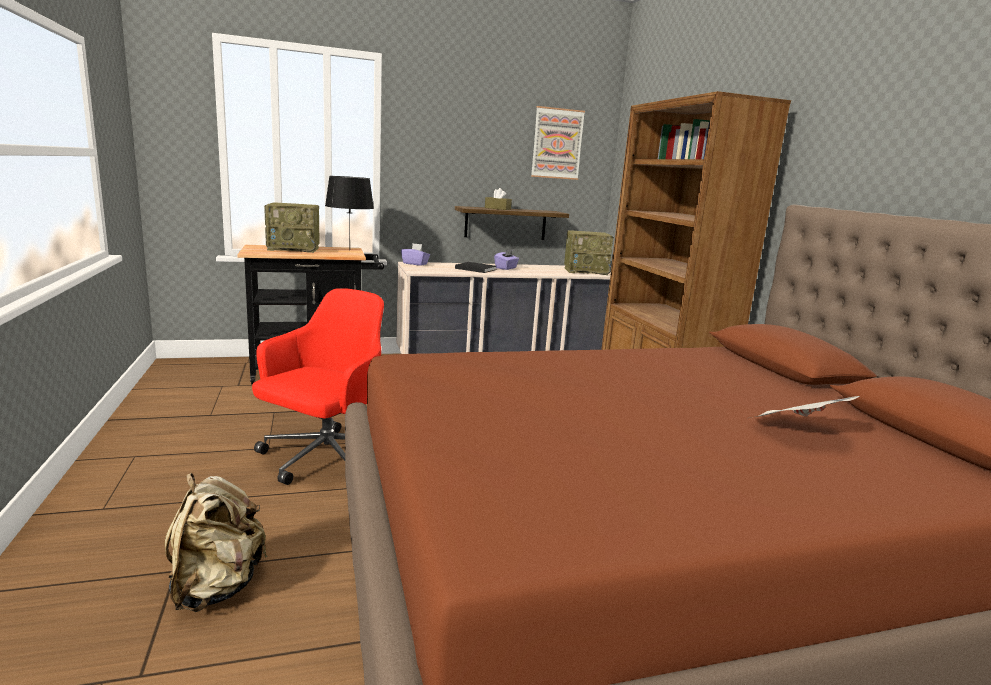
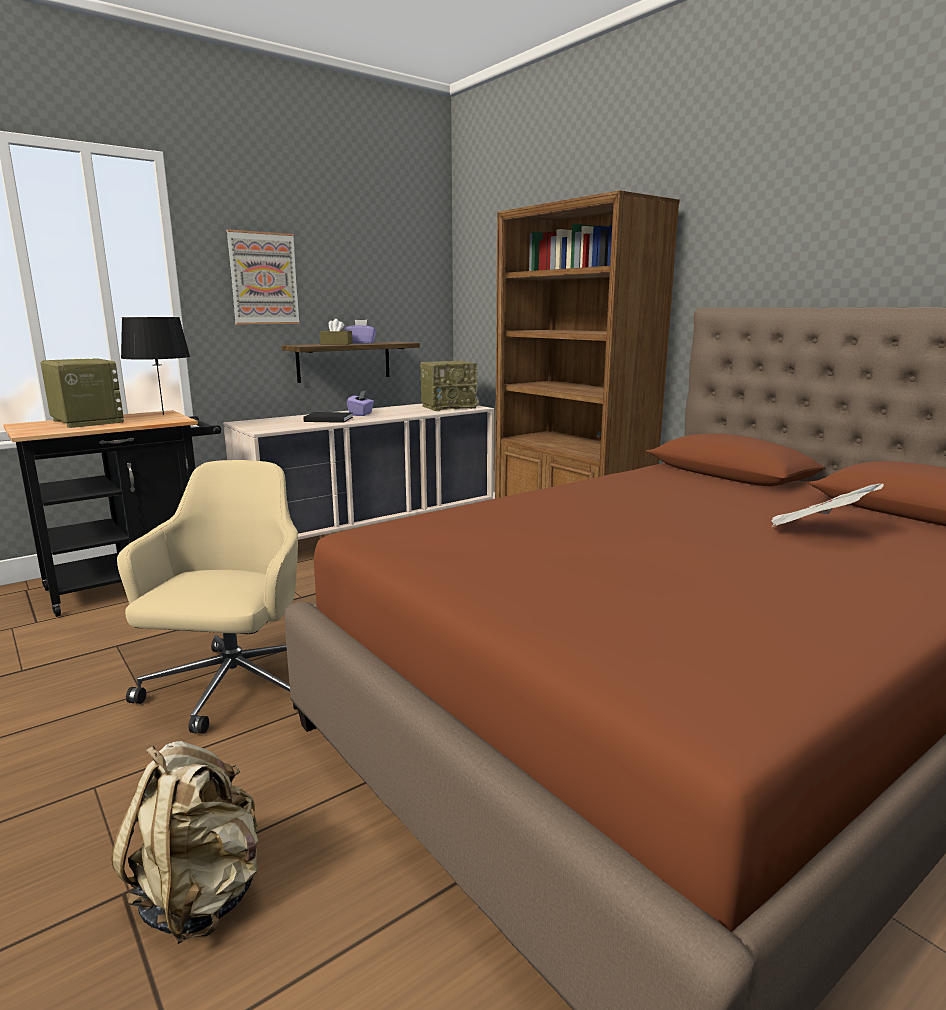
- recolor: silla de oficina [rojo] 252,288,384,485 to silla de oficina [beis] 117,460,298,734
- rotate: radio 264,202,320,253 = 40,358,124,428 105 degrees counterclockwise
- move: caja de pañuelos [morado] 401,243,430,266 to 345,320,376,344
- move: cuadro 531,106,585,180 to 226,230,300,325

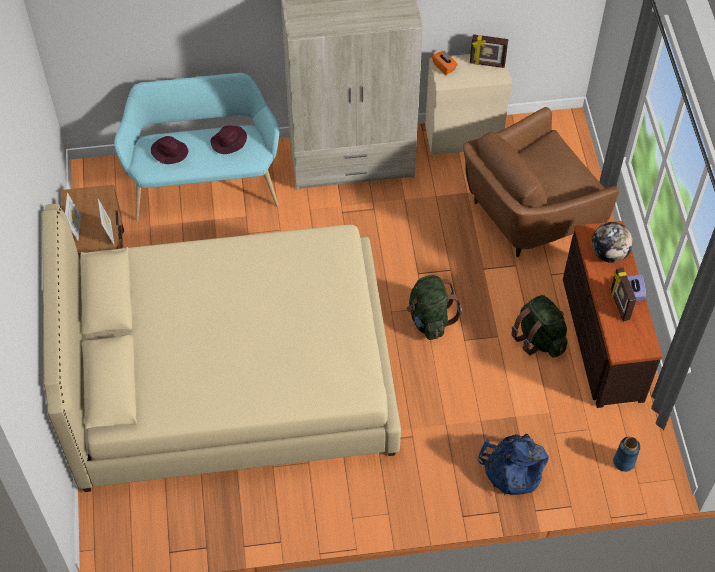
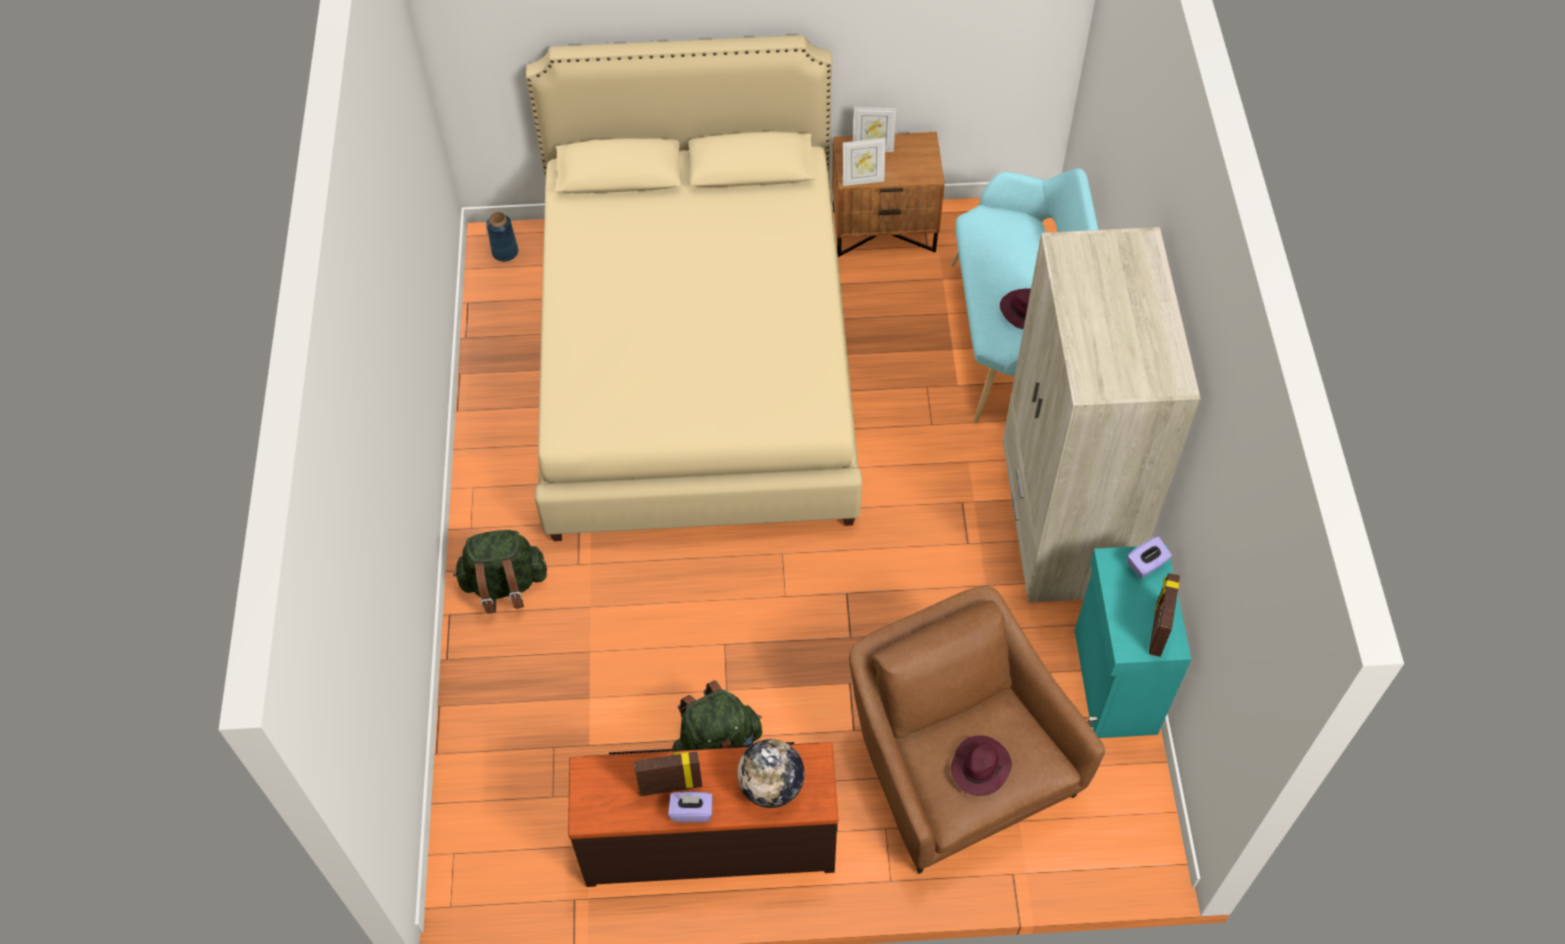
- move: sombrero [morado] 151,136,188,164 to 951,736,1012,796
- move: mochila [verde] 407,275,462,340 to 453,529,547,614
- recolor: armario [beis] 425,54,512,155 to armario [turquesa] 1075,545,1192,738
- recolor: caja de pañuelos [naranja] 432,50,458,75 to caja de pañuelos [morado] 1127,536,1172,578
- delete: mochila [azul] 478,434,549,495
- move: florero [azul] 613,437,640,472 to 486,212,518,262

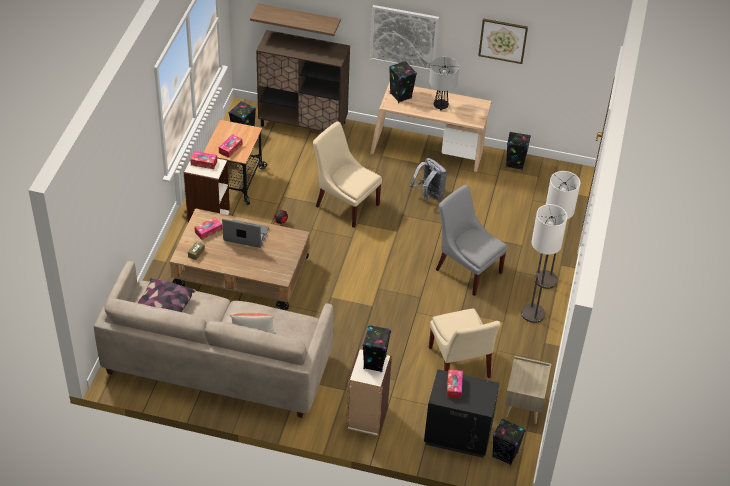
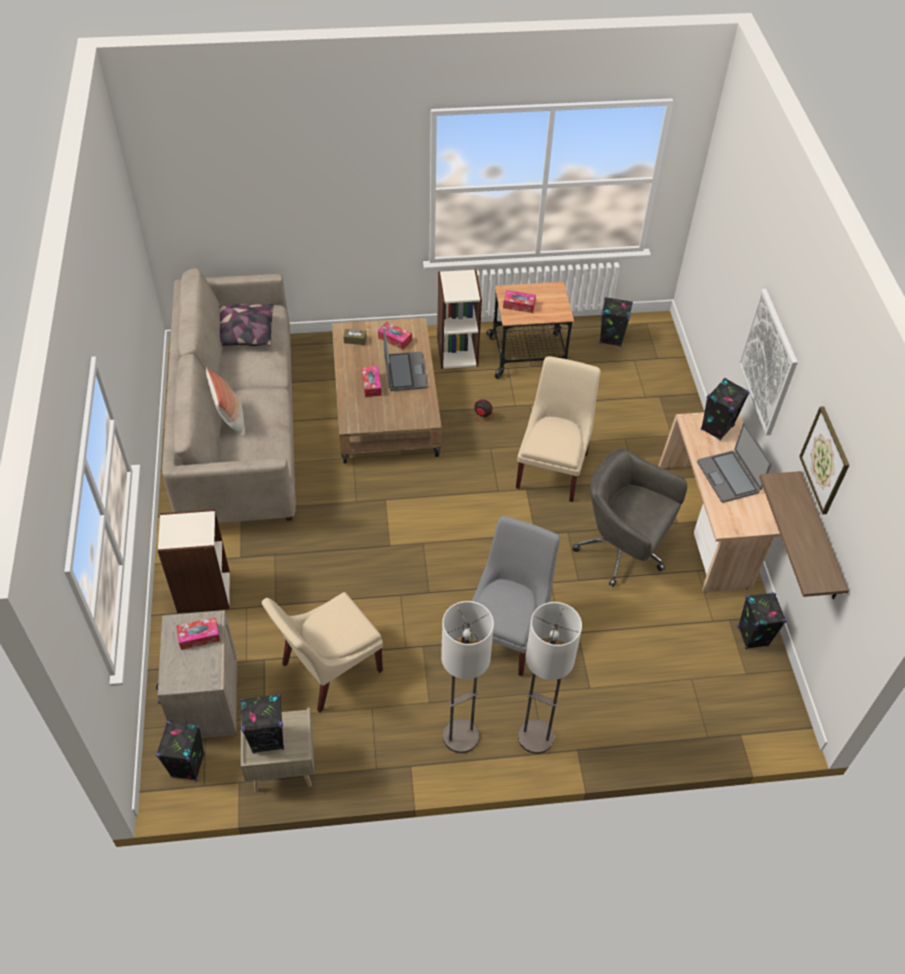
- move: caja de pañuelos 190,151,217,169 to 362,366,382,397
- move: estante 250,4,341,36 to 759,471,849,599
- delete: armario [marrón] 256,30,350,132
- move: altavoz [negro] 362,325,391,372 to 240,694,284,753
- replace: mochila [gris] 410,158,447,201 to silla de oficina [gris] 572,448,687,587
- recolor: mesita de noche [negro] 424,369,500,458 to mesita de noche [beis] 156,610,237,738
- replace: lámpara de mesa 429,57,459,110 to portátil 697,423,772,503

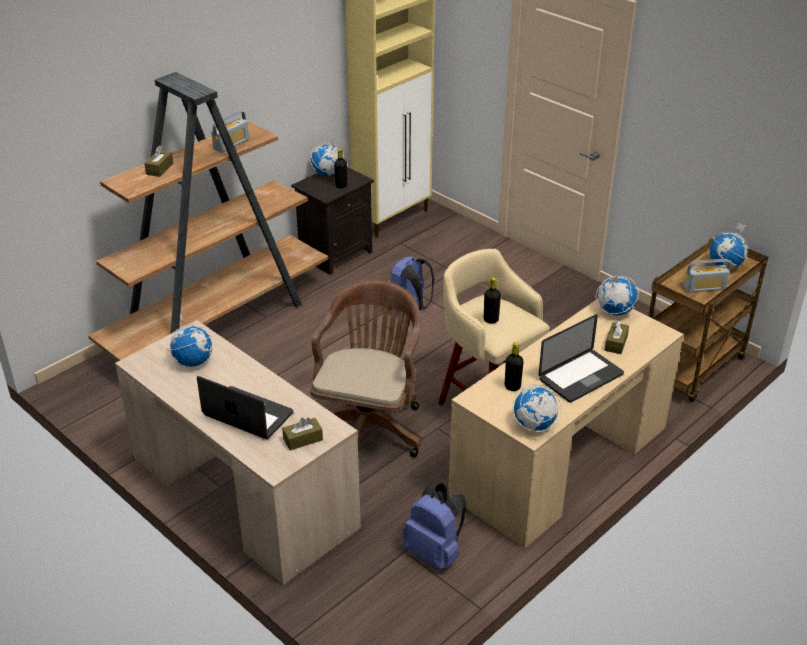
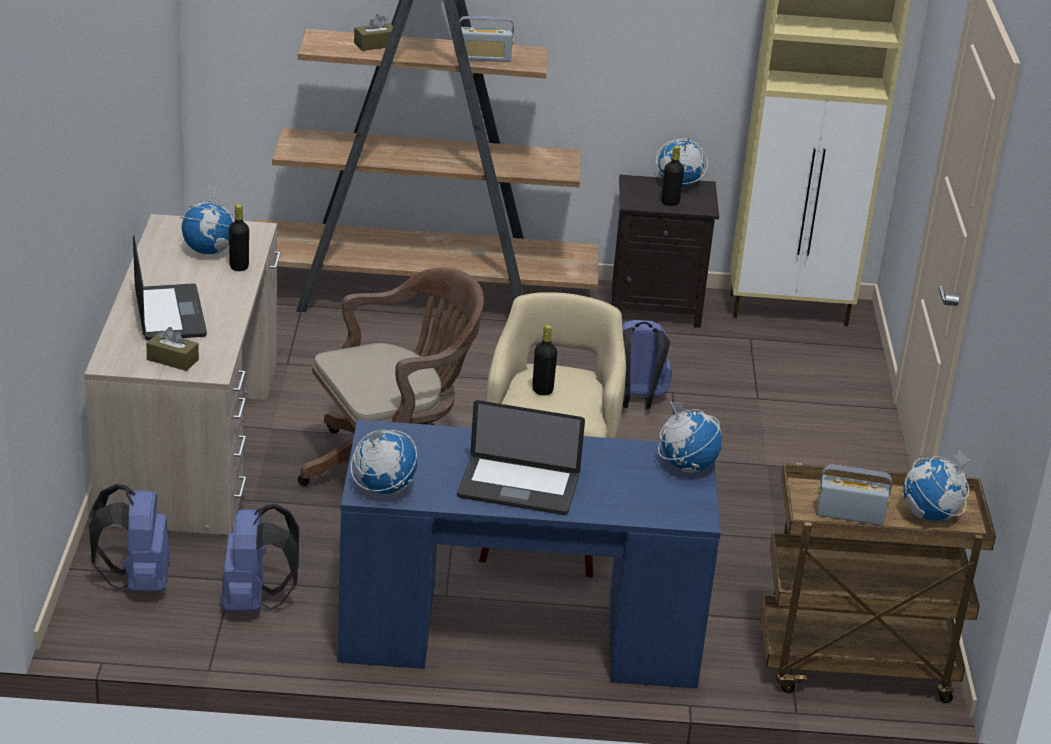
- recolor: escritorio [beis] 448,299,684,549 to escritorio [azul] 338,419,721,689
- move: botella [negro] 505,342,524,391 to 229,204,249,271
- delete: caja de pañuelos [marrón] 605,321,629,354
- rotate: radio 684,259,730,293 = 817,465,892,525 150 degrees clockwise
- insert: mochila [azul] 89,484,170,592

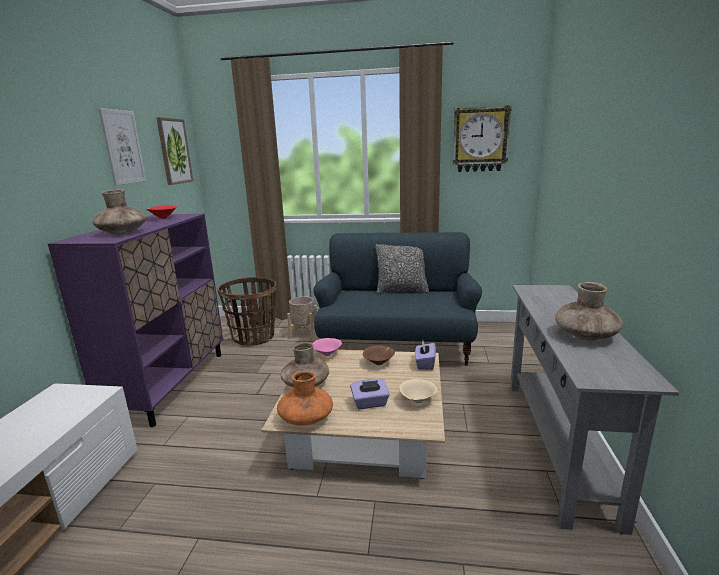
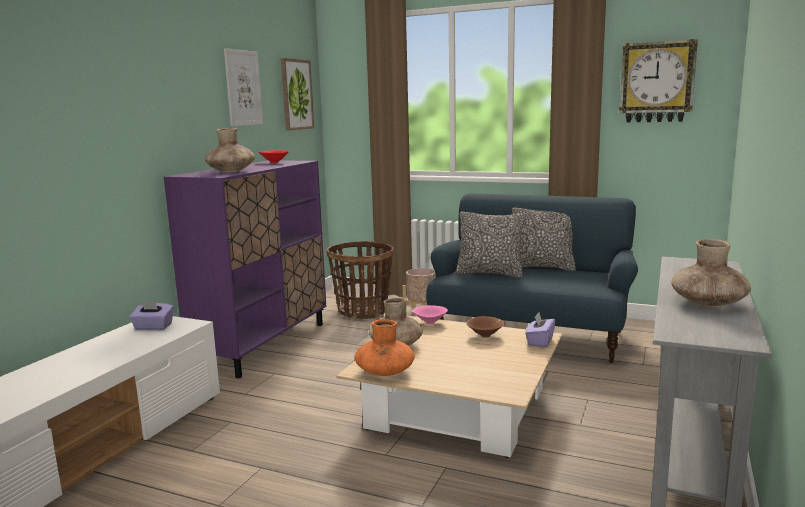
- move: caja de pañuelos [morado] 350,379,390,409 to 129,301,174,330
- delete: cuenco [beis] 399,379,437,403
- insert: cojín 455,211,526,278

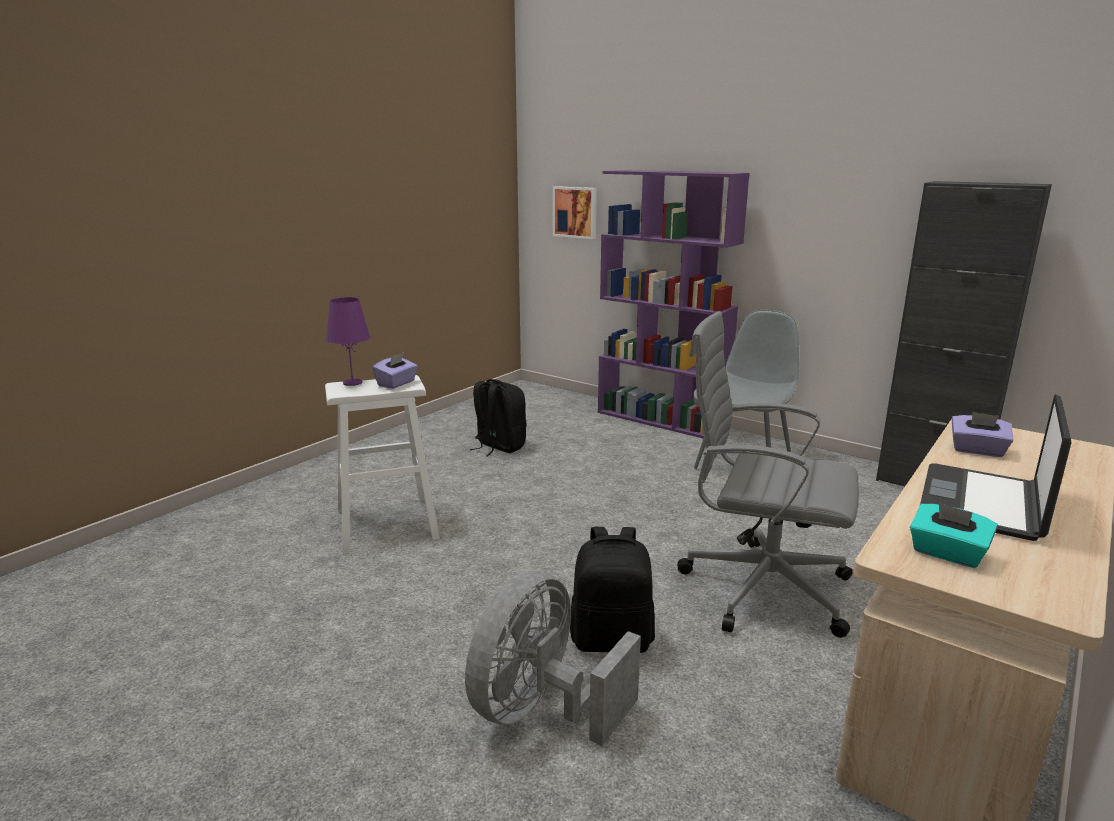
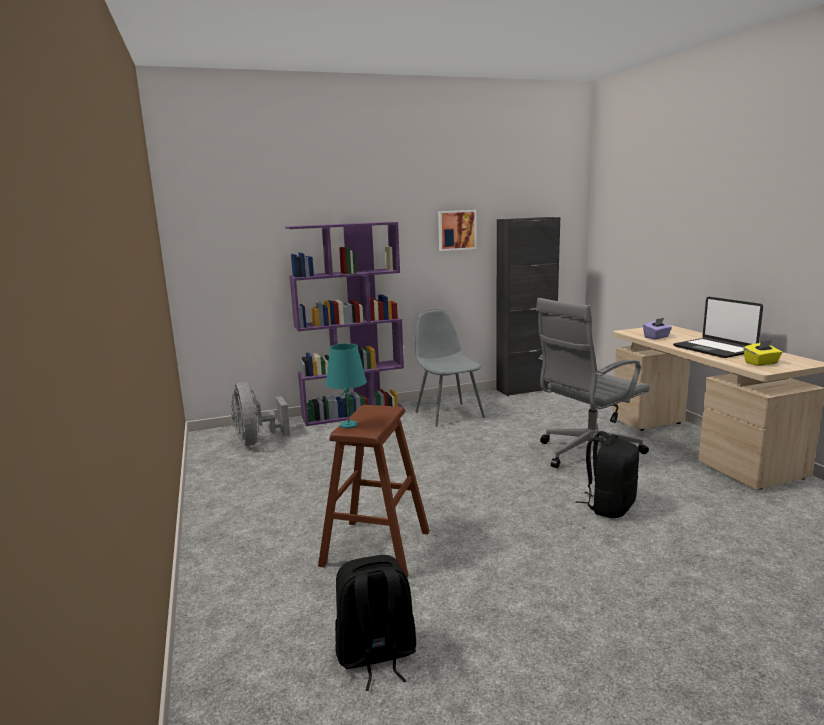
- recolor: taburete [blanco] 325,375,440,555 to taburete [marrón] 318,405,430,577
- recolor: lámpara de mesa [morado] 326,297,370,386 to lámpara de mesa [turquesa] 326,343,367,428
- delete: caja de pañuelos [morado] 372,352,418,389
- move: ventilador [gris] 465,571,641,746 to 231,382,290,446
- move: mochila [negro] 470,379,526,456 to 335,555,416,691
- move: cuadro 553,186,597,239 to 438,210,477,251
- recolor: caja de pañuelos [turquesa] 910,503,998,568 to caja de pañuelos [amarillo] 743,340,783,366

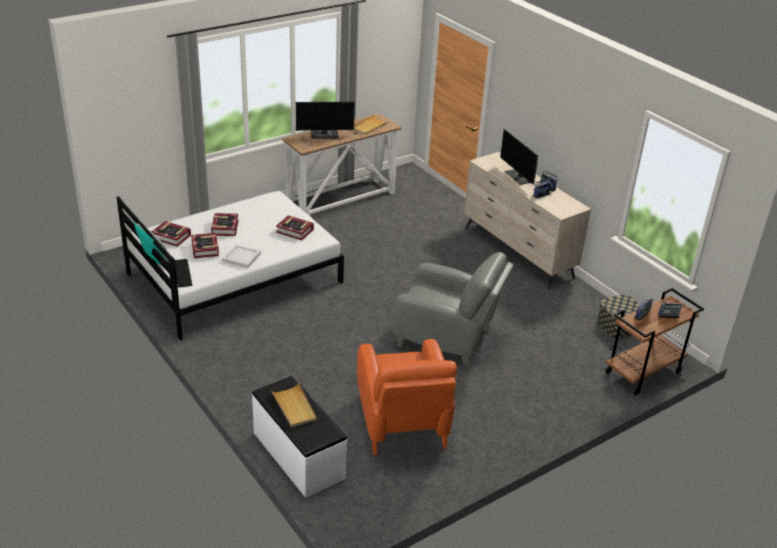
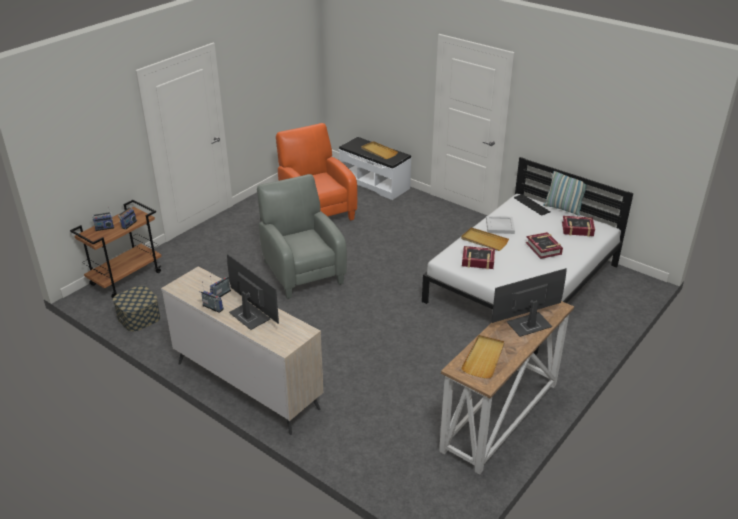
- delete: libro 191,233,219,258
- rotate: sillón [gris] 393,252,514,368 = 257,174,347,299 60 degrees clockwise
- insert: bandeja [beis] 461,227,509,251

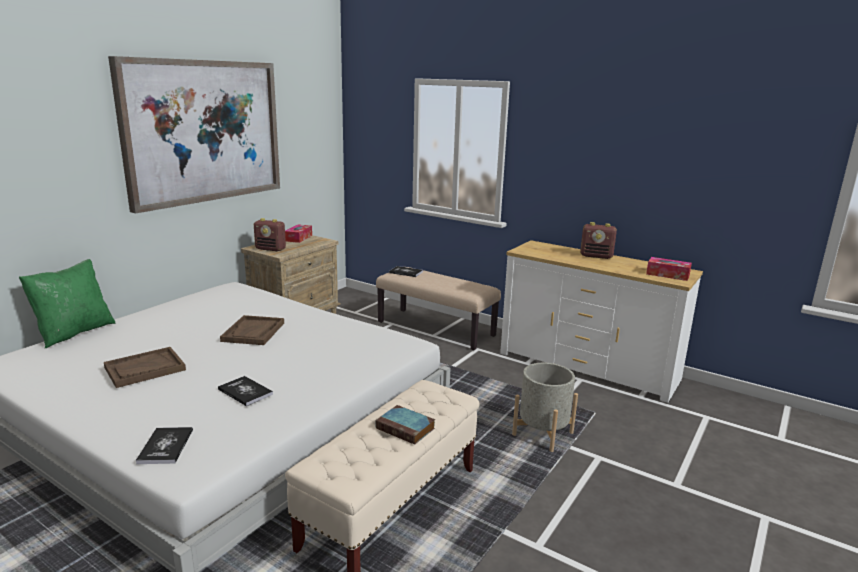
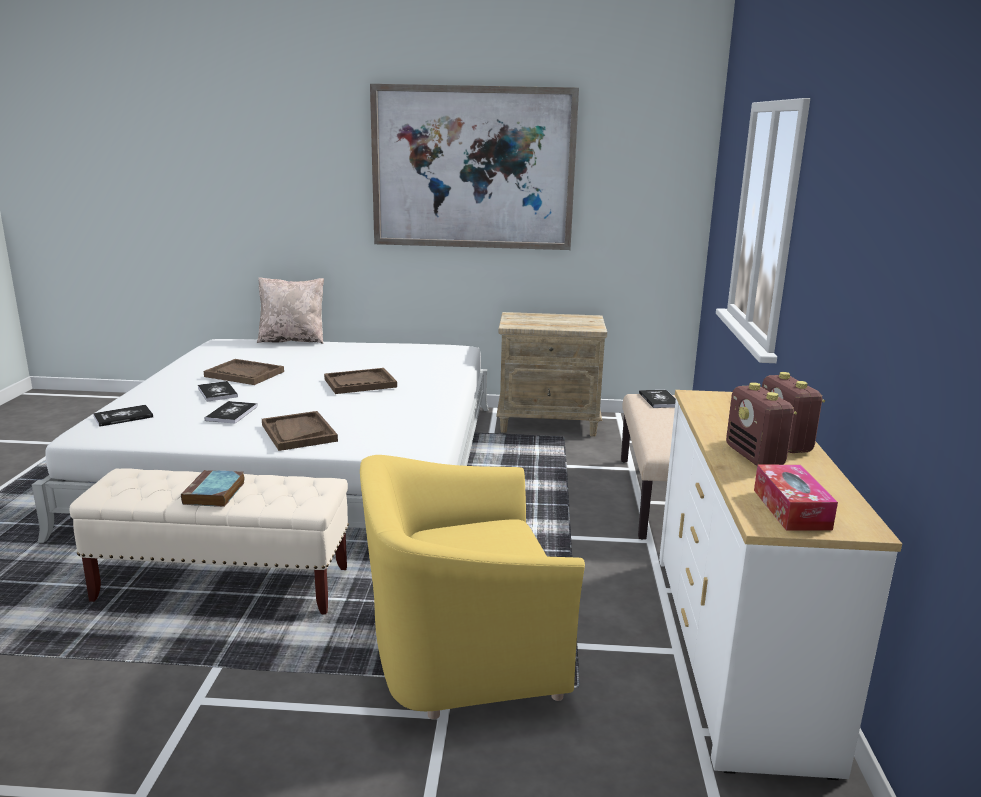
- recolor: cojín [verde] 19,259,115,348 to cojín [beis] 257,277,324,344
- move: radio 254,218,286,251 to 726,382,797,466
- delete: caja de pañuelos 285,224,312,243
- replace: maceta [gris] 512,363,578,452 to sillón [amarillo] 360,455,585,720
- insert: libro 198,381,238,402
- insert: bandeja [marrón] 262,411,338,451

